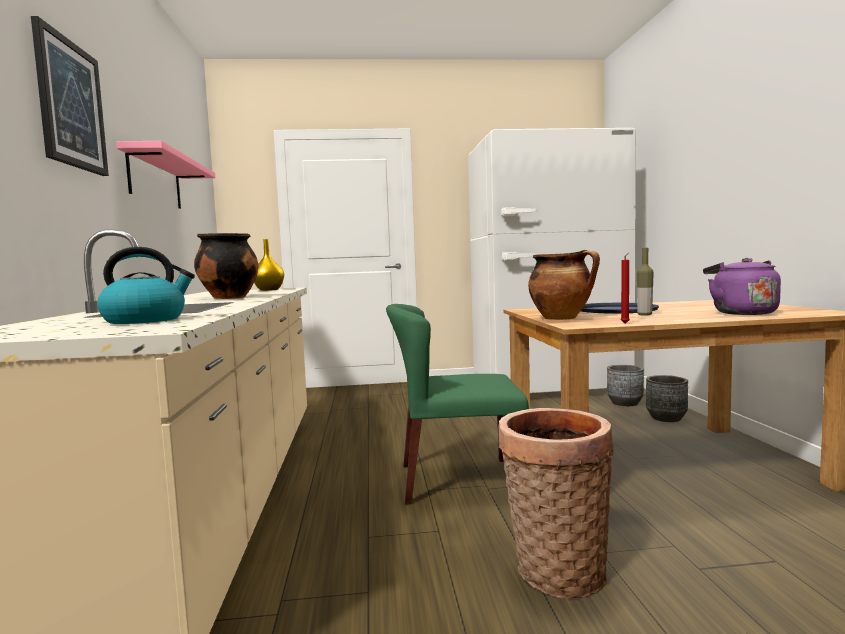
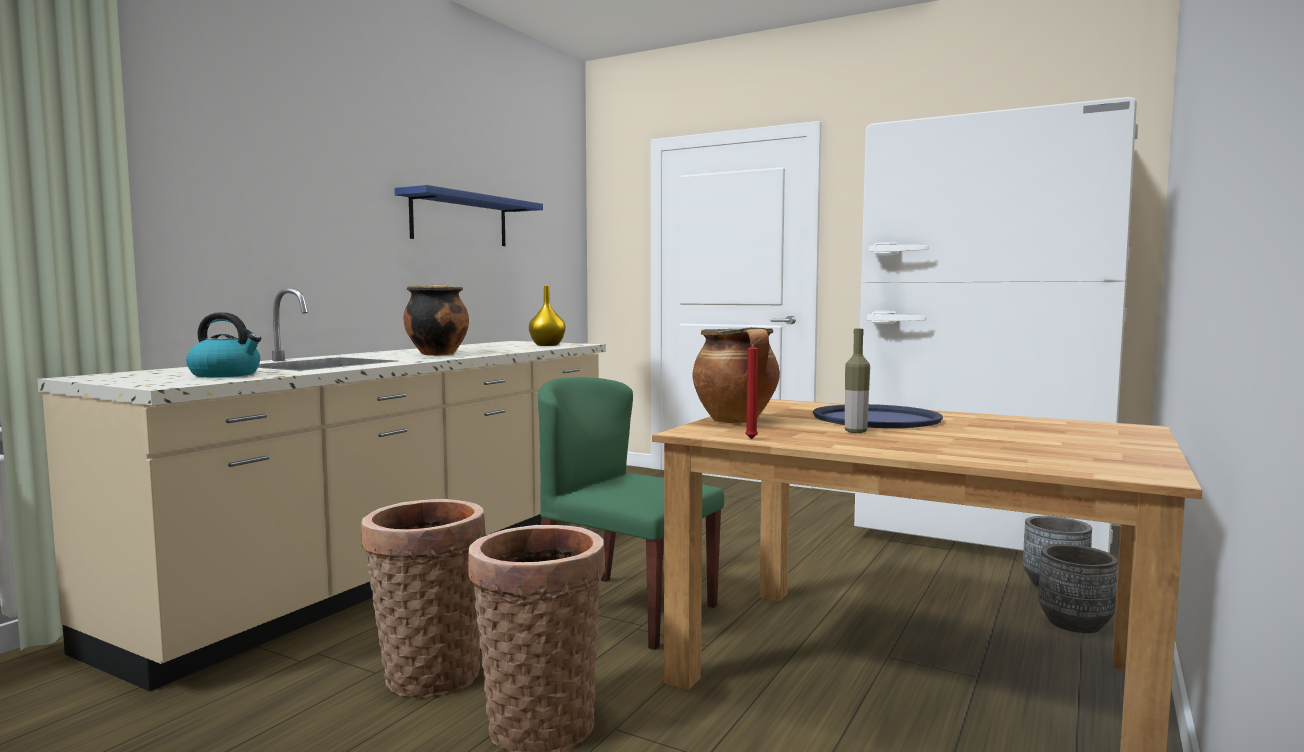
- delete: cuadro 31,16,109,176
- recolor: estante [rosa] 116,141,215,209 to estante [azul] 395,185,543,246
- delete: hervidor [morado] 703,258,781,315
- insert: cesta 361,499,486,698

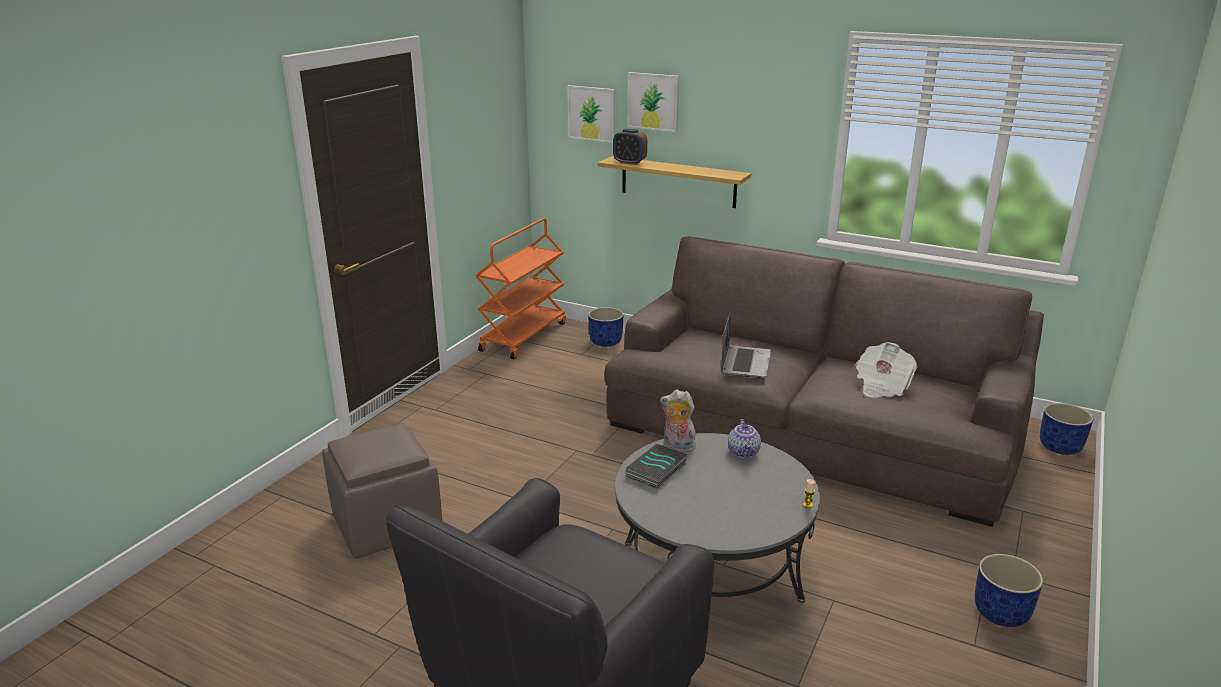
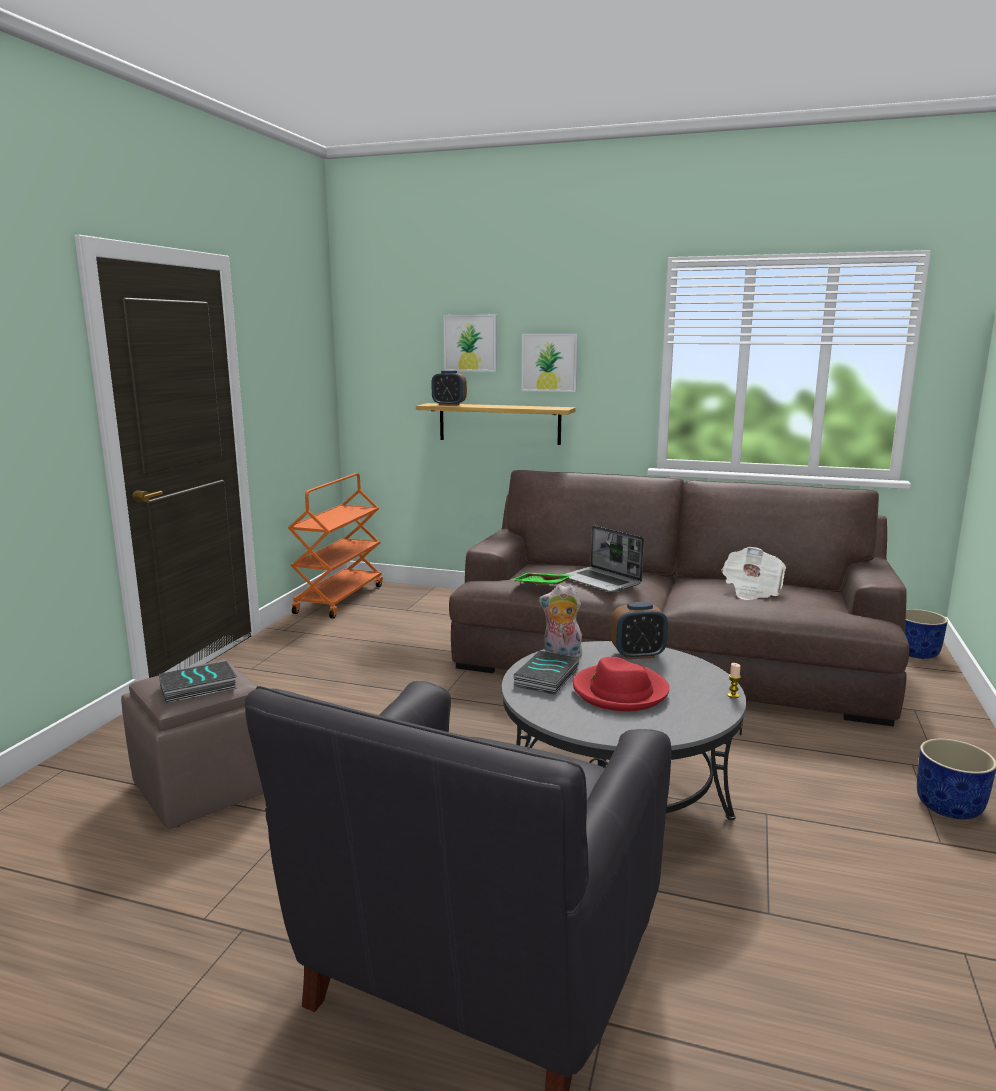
- move: cuadro 567,85,615,143 to 522,334,578,392
- delete: maceta [azul] 588,307,624,347
- rotate: portátil 721,309,771,378 = 562,525,644,593 135 degrees clockwise
- replace: tetera 728,419,761,458 to despertador 611,602,668,659
- insert: libro 159,661,237,703
- insert: bandeja [verde] 510,573,573,585
- insert: sombrero [rojo] 573,657,669,712

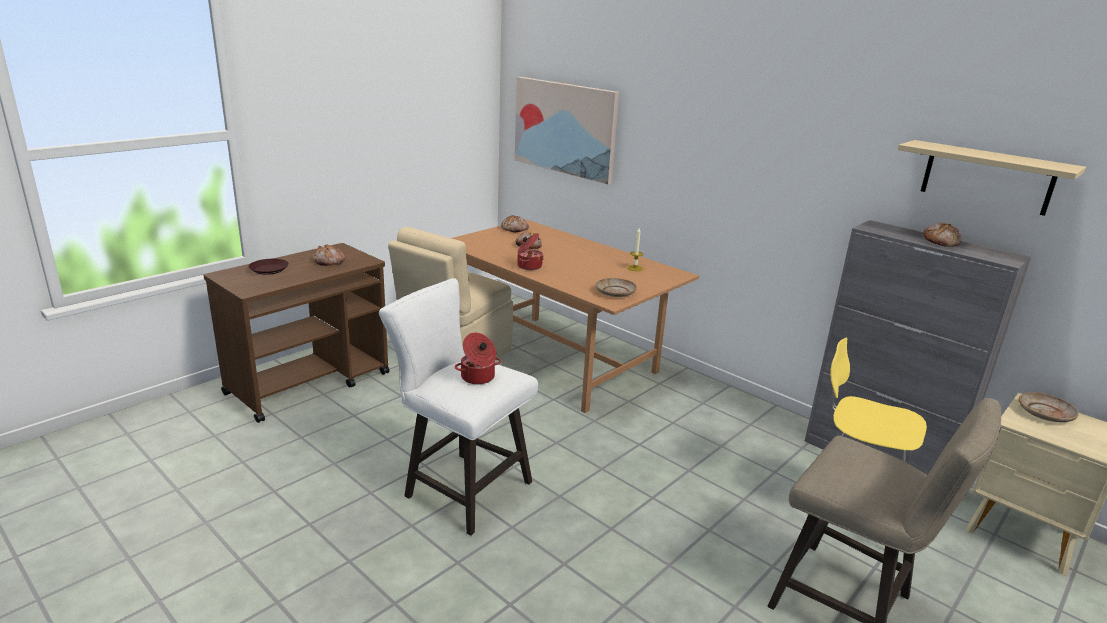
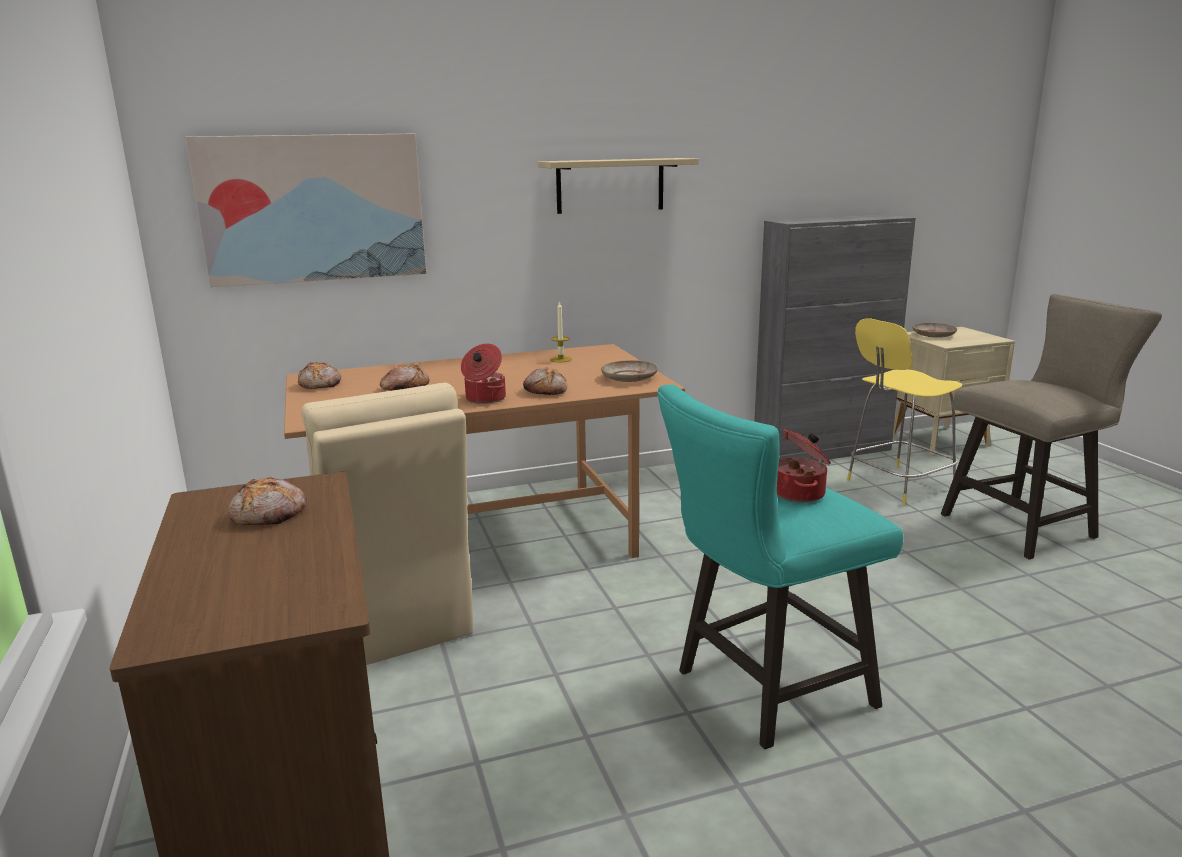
- delete: plato [marrón] 248,259,289,275
- recolor: taburete [blanco] 379,278,538,536 to taburete [turquesa] 657,384,904,749
- move: estante [beis] 898,140,1086,216 to 537,158,699,214
- move: pan 923,223,962,247 to 523,367,567,395

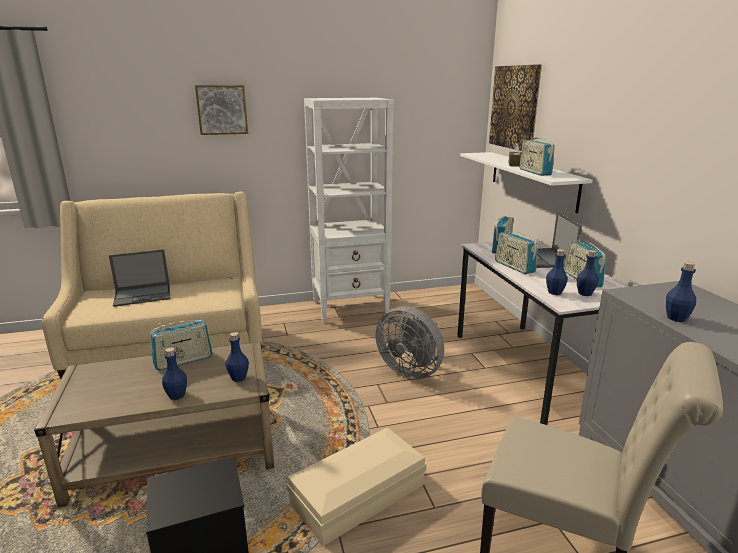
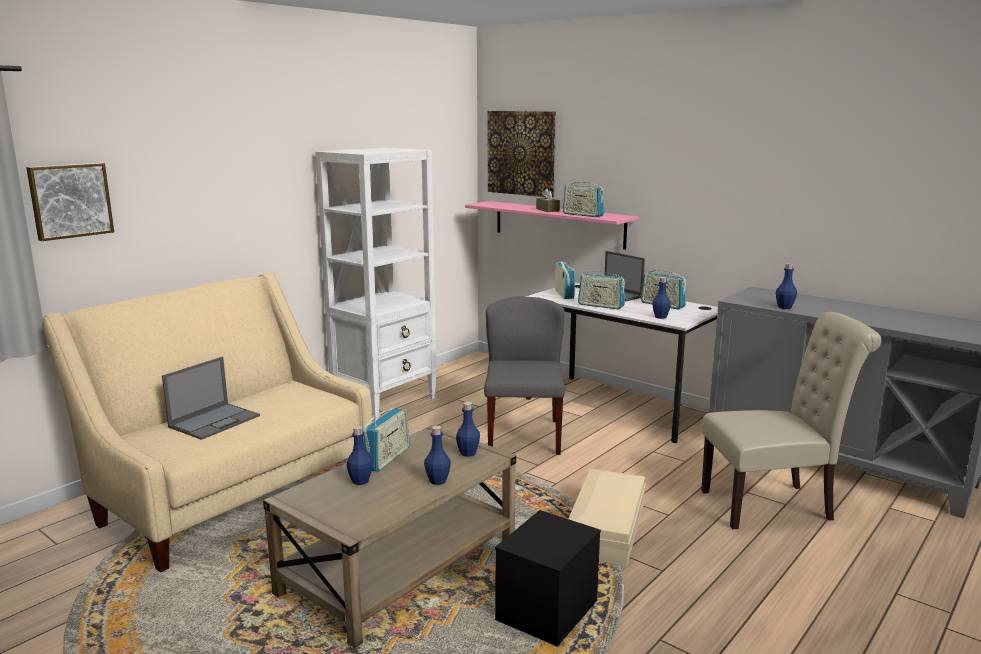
- move: cuadro 195,85,248,135 to 26,163,114,241
- replace: ventilador [gris] 376,306,444,380 to silla [gris] 484,296,565,455
- recolor: estante [blanco] 460,152,592,213 to estante [rosa] 465,201,639,250
- move: botella [azul] 577,250,599,296 to 347,426,373,485

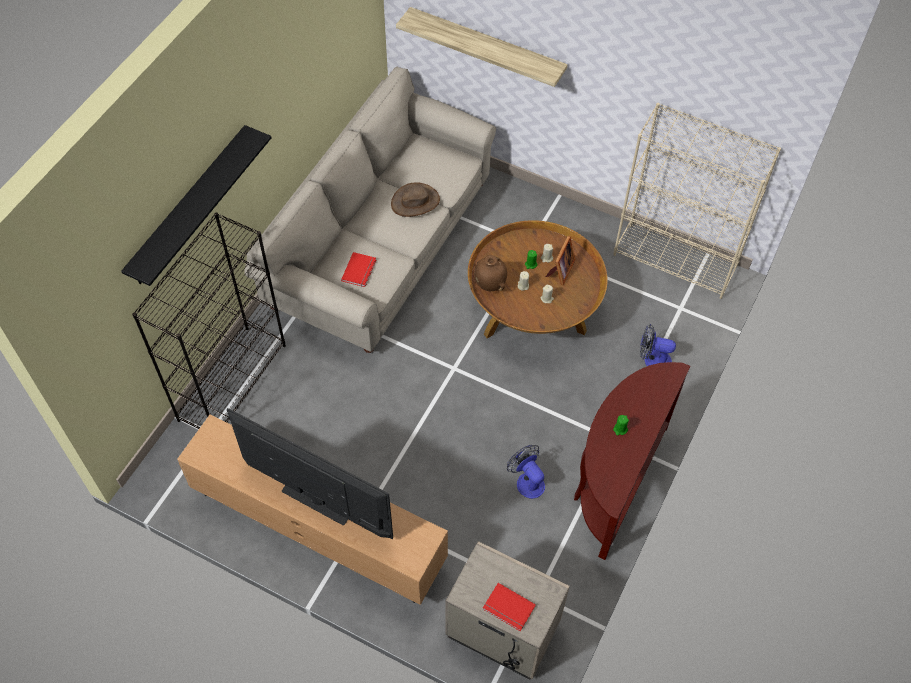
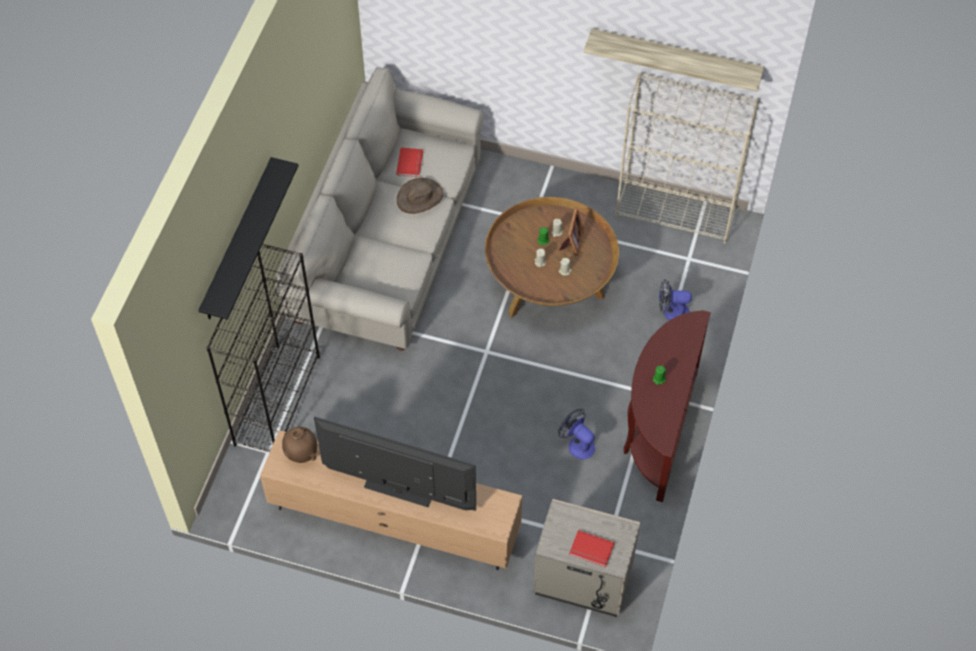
- move: libro [rojo] 341,252,376,287 to 396,148,423,177
- move: estante 396,7,568,87 to 584,28,764,92
- move: florero [marrón] 474,255,507,291 to 282,427,317,463

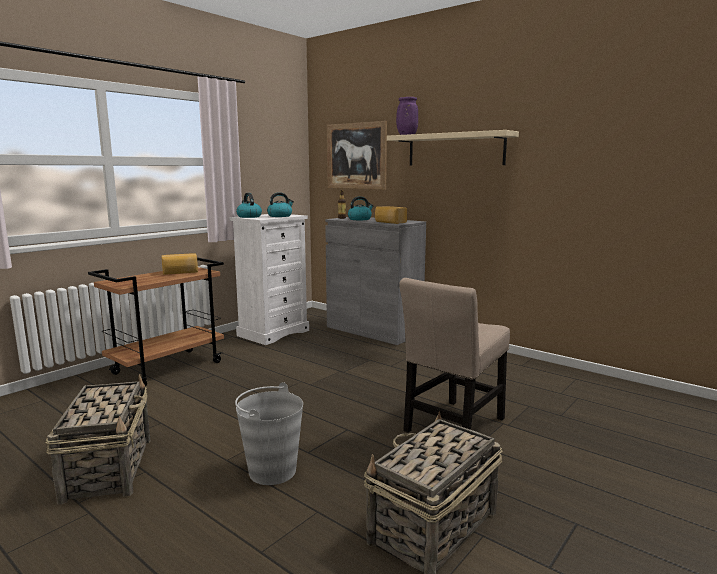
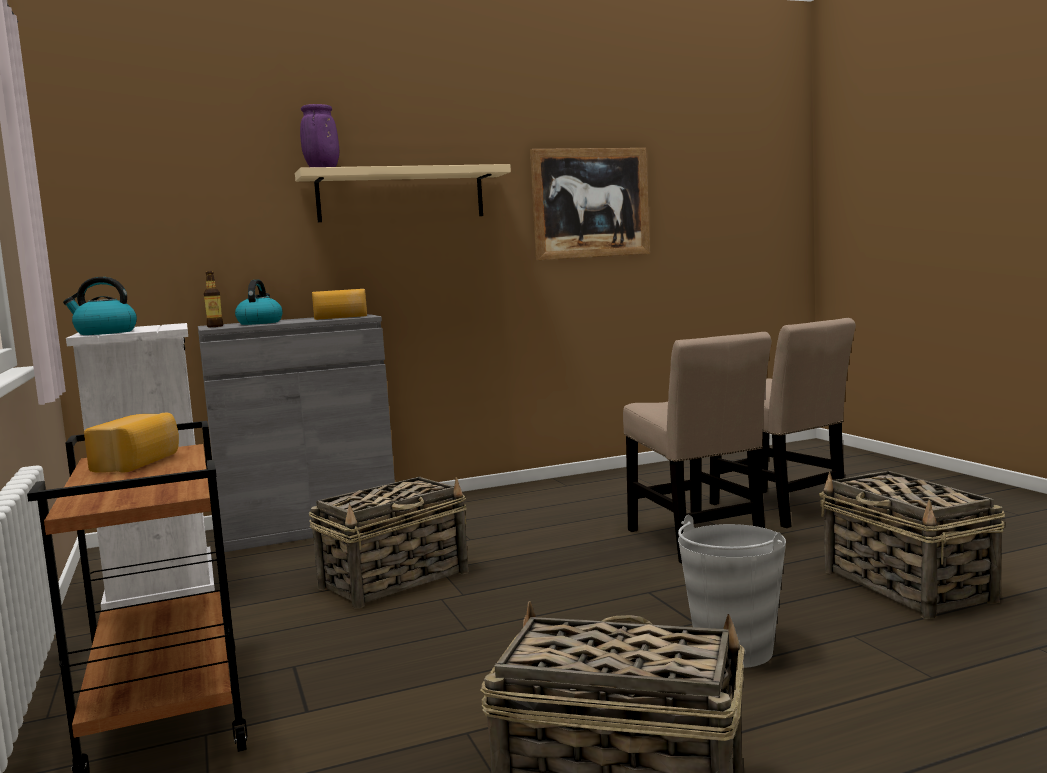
- delete: hervidor 267,192,294,217
- move: cuadro 327,121,387,190 to 530,148,650,261
- insert: cesta 309,477,468,609
- insert: silla [beis] 710,318,856,528

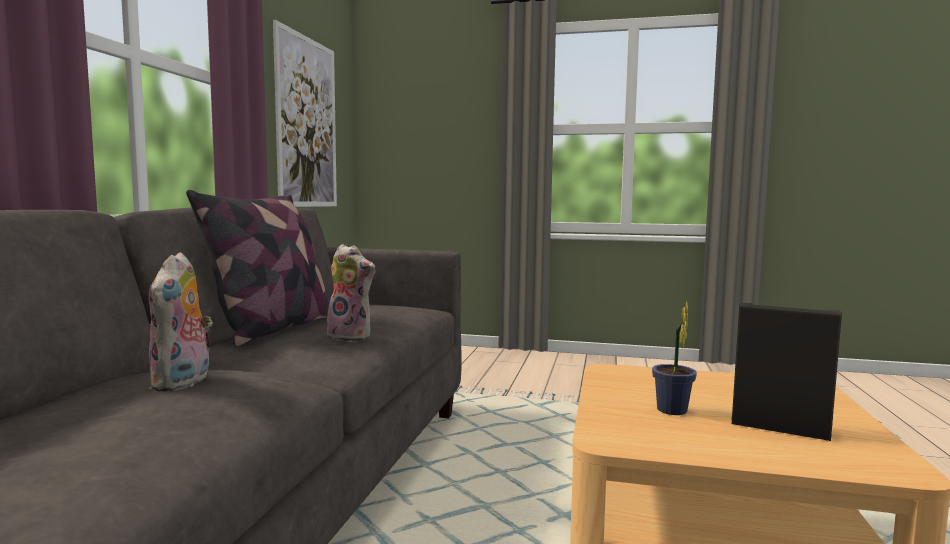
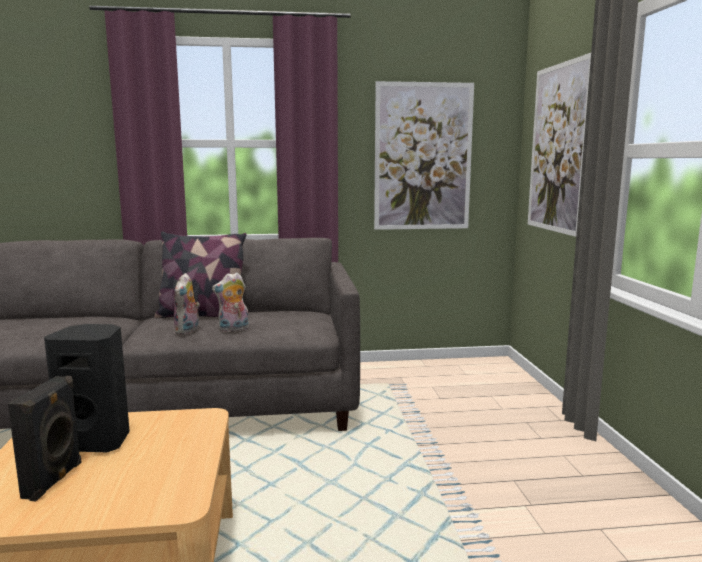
- move: peluche 149,252,213,392 to 212,272,249,332
- replace: planta en maceta 652,302,697,415 to altavoz [negro] 44,324,130,452
- insert: cuadro 528,53,591,237

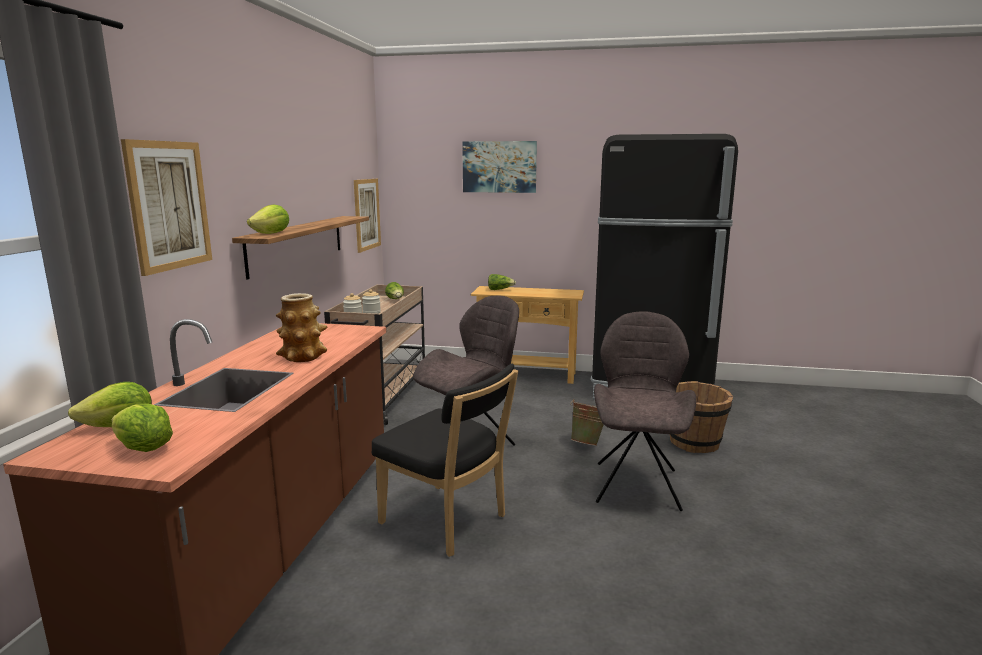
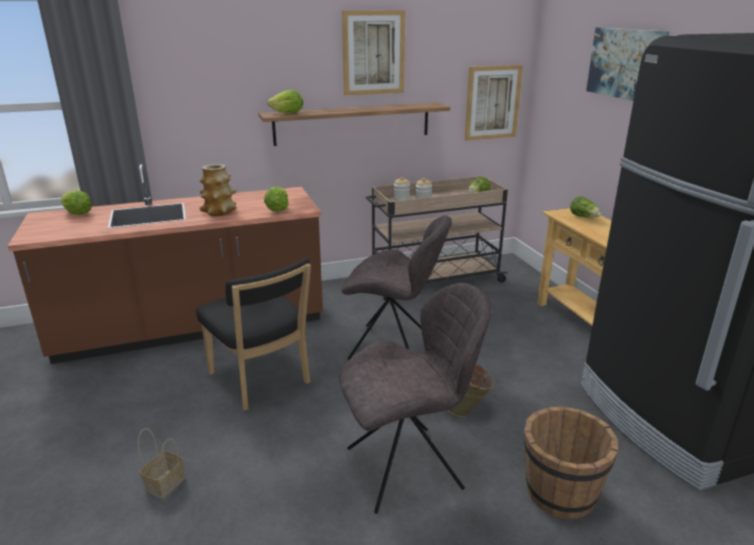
- move: lechuga 112,404,173,452 to 264,187,289,212
- move: cuadro 121,139,212,276 to 342,10,405,96
- rotate: silla [negro] 372,364,518,557 = 196,258,311,410 45 degrees counterclockwise
- insert: cesta 138,428,185,499

